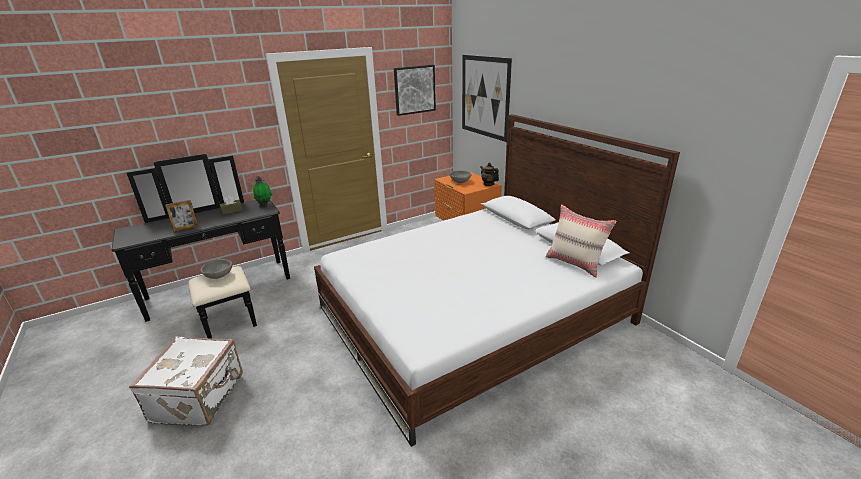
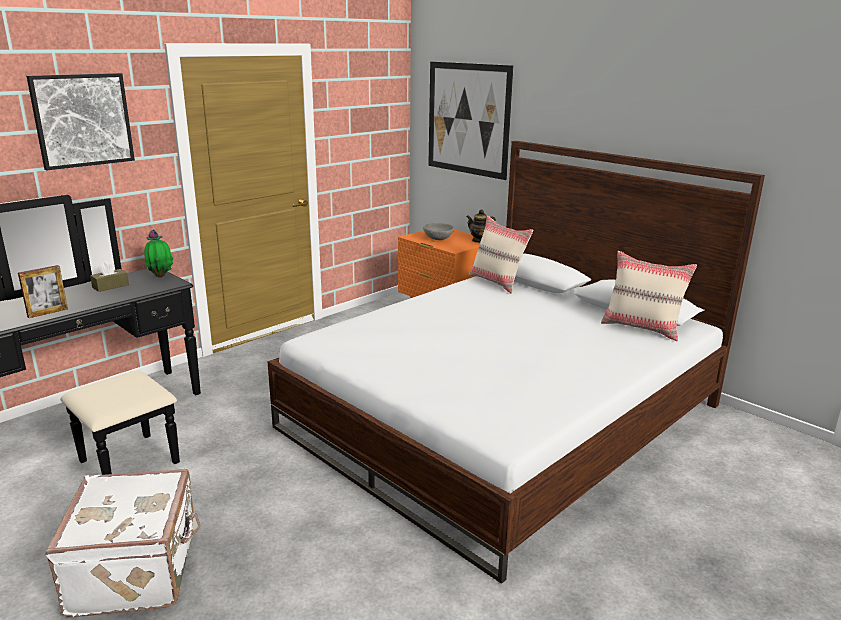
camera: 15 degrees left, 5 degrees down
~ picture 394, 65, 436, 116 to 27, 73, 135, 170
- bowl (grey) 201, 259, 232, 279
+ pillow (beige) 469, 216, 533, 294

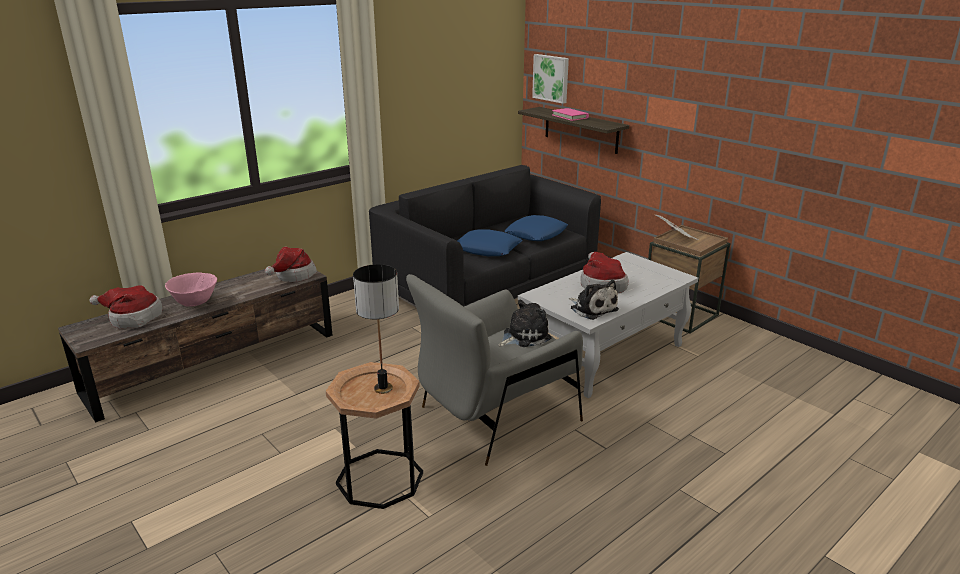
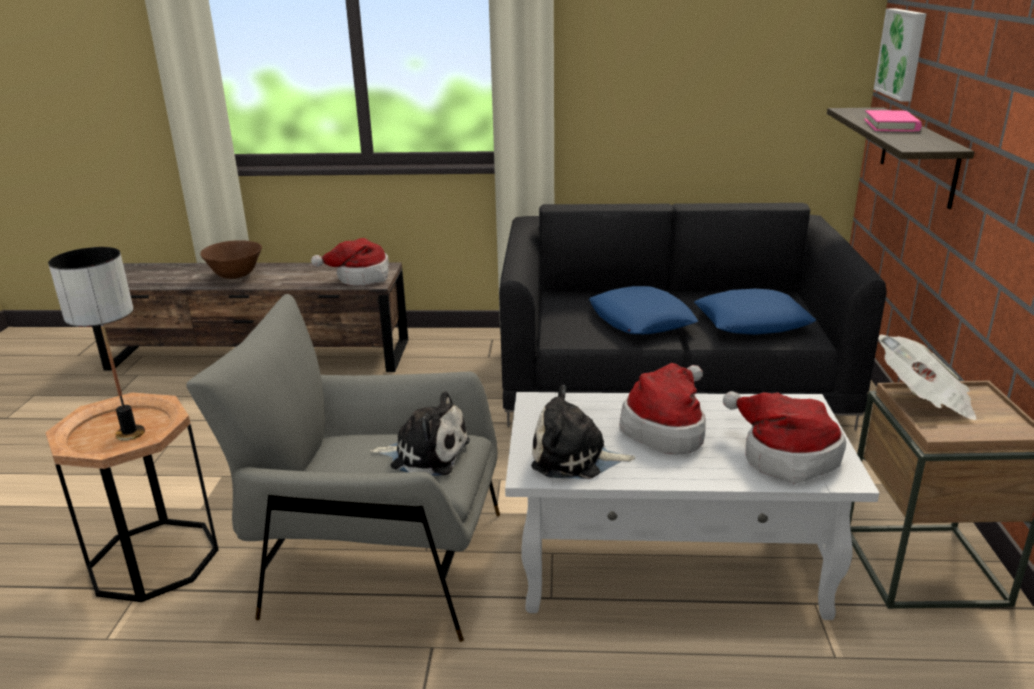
camera: 45 degrees right, 0 degrees up
~ bowl (pink) 165, 273, 217, 307 to bowl (brown) 200, 240, 262, 279
~ plush toy 569, 280, 619, 320 = 531, 385, 635, 479 90 degrees clockwise
~ hat 90, 285, 162, 329 to 723, 391, 846, 484

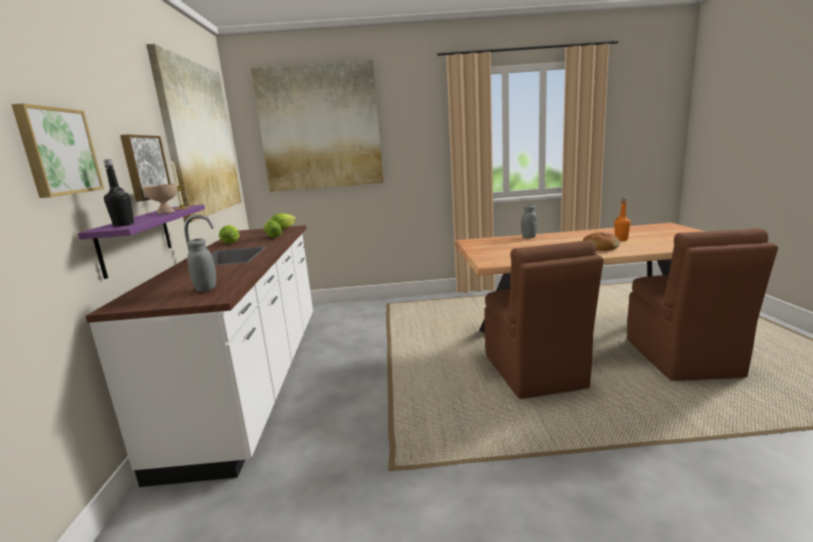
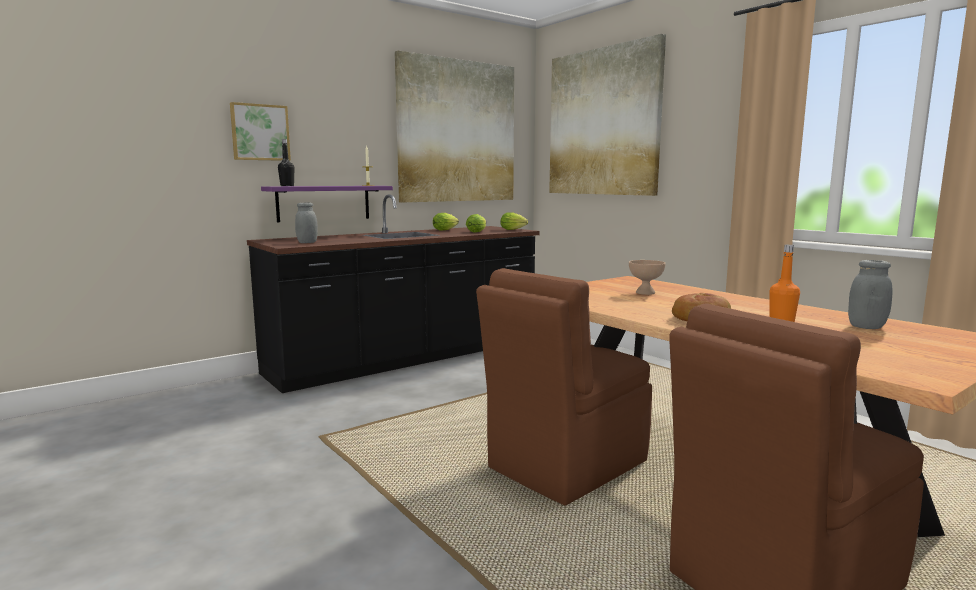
camera: 55 degrees right, 5 degrees down
- picture 120, 134, 171, 202
~ bowl (beige) 142, 184, 178, 214 to 629, 260, 666, 295
~ jar (grey) 521, 205, 537, 238 to 848, 260, 892, 329
~ counter (white) 86, 215, 313, 487 to counter (black) 247, 194, 540, 393

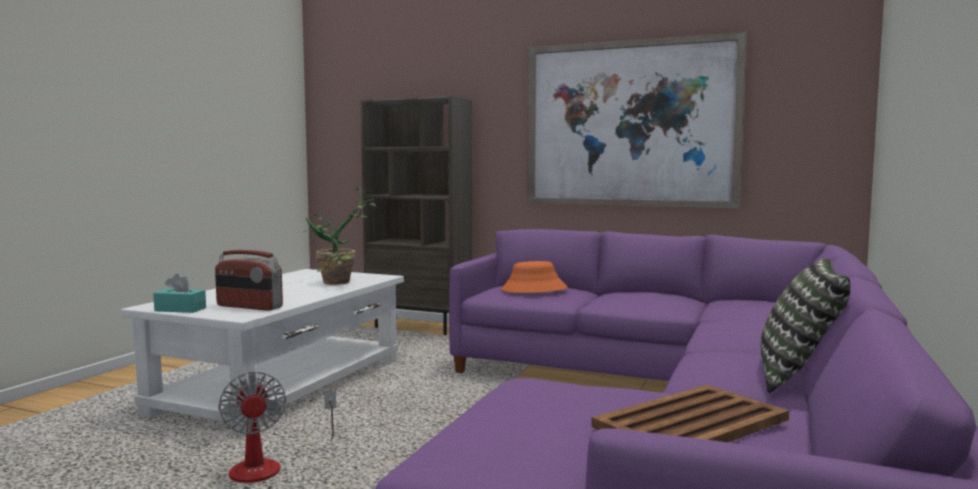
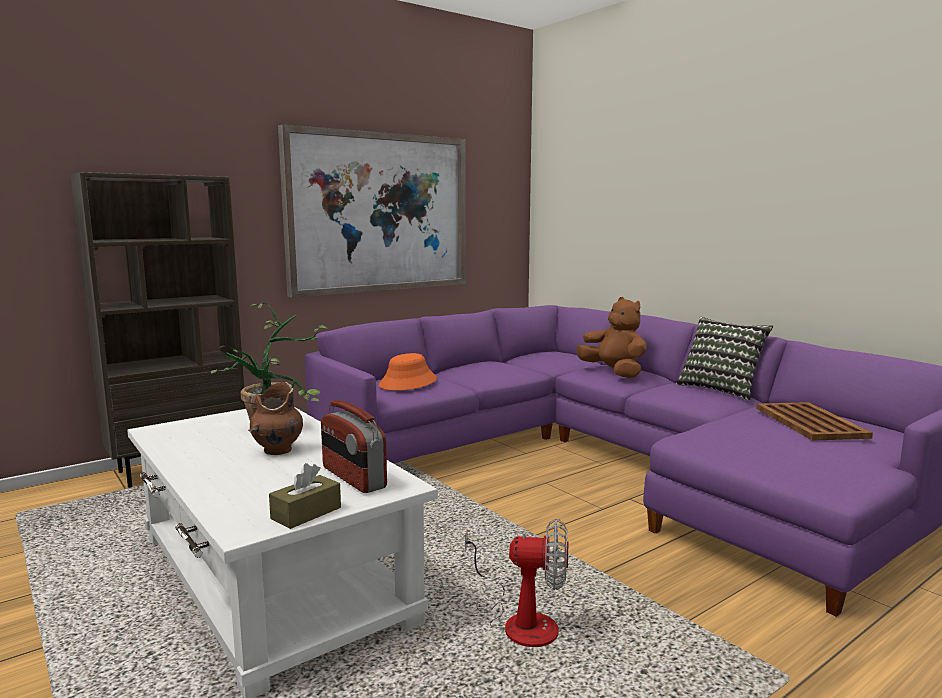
camera: 60 degrees left, 5 degrees up
~ radio 215, 250, 283, 311 = 321, 400, 387, 493 90 degrees clockwise
~ tissue box (turquoise) 153, 274, 206, 313 to tissue box (brown) 269, 463, 341, 529
+ plush toy (brown) 577, 297, 647, 378
+ vase (brown) 248, 382, 303, 455

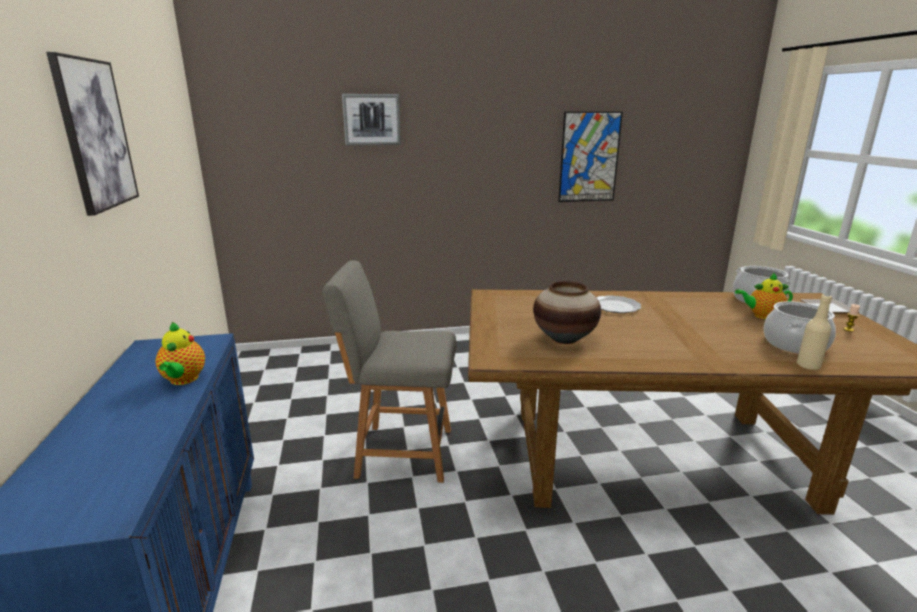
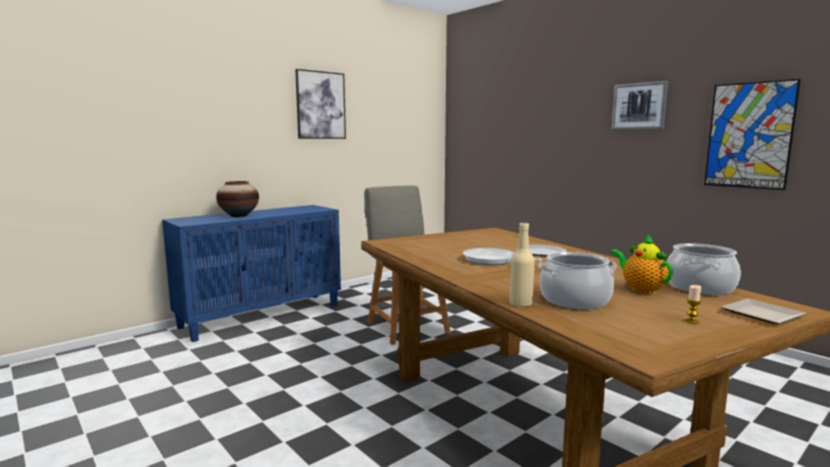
camera: 60 degrees right, 10 degrees down
~ picture 342, 94, 401, 146 to 612, 81, 668, 130
~ vase 533, 281, 601, 344 to 216, 181, 259, 217
- teapot 155, 322, 205, 385
+ frying pan 463, 248, 542, 265

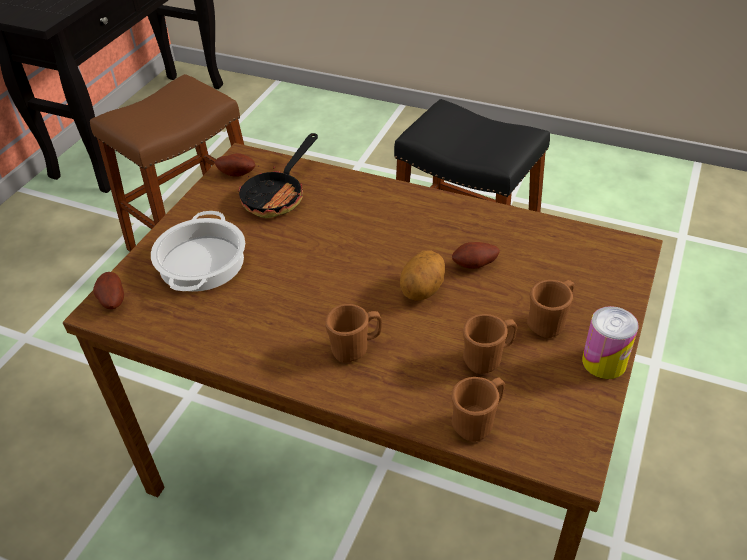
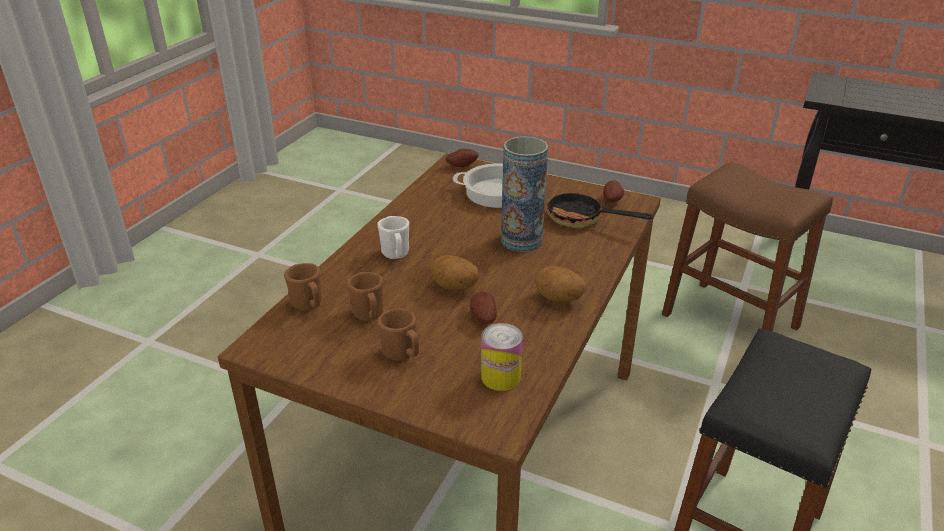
camera: 90 degrees right, 10 degrees down
~ mug (brown) 325, 304, 382, 363 to mug (white) 377, 216, 409, 259
~ can 582, 306, 639, 379 to 481, 323, 523, 391
+ vase 501, 136, 548, 252
+ potato 535, 266, 587, 303

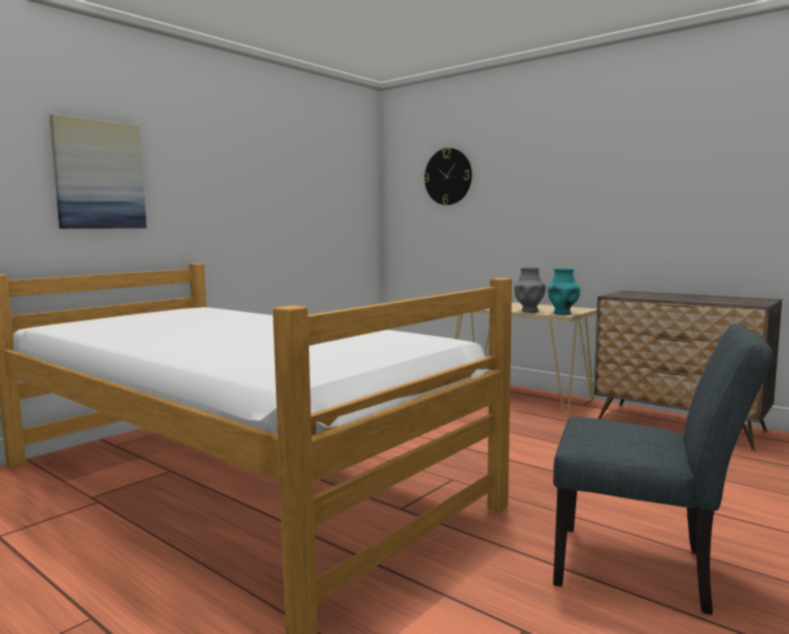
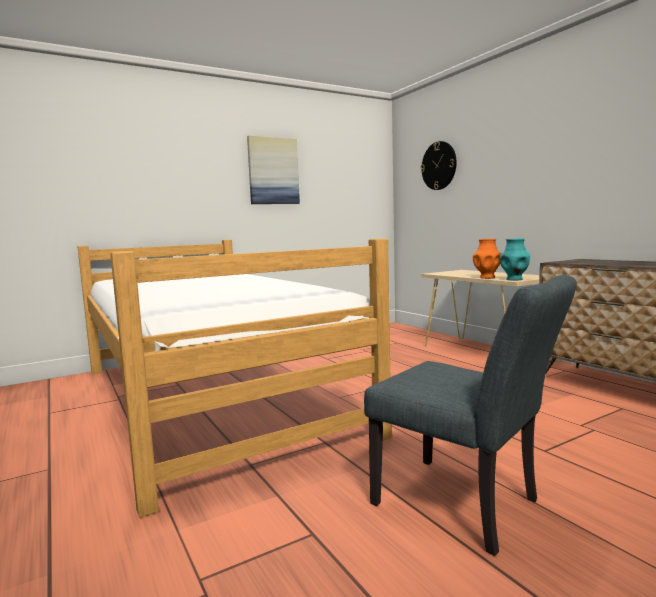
camera: 20 degrees right, 0 degrees up
~ picture 49, 114, 147, 229 to 247, 135, 300, 204
~ vase (grey) 514, 267, 546, 313 to vase (orange) 473, 239, 501, 279

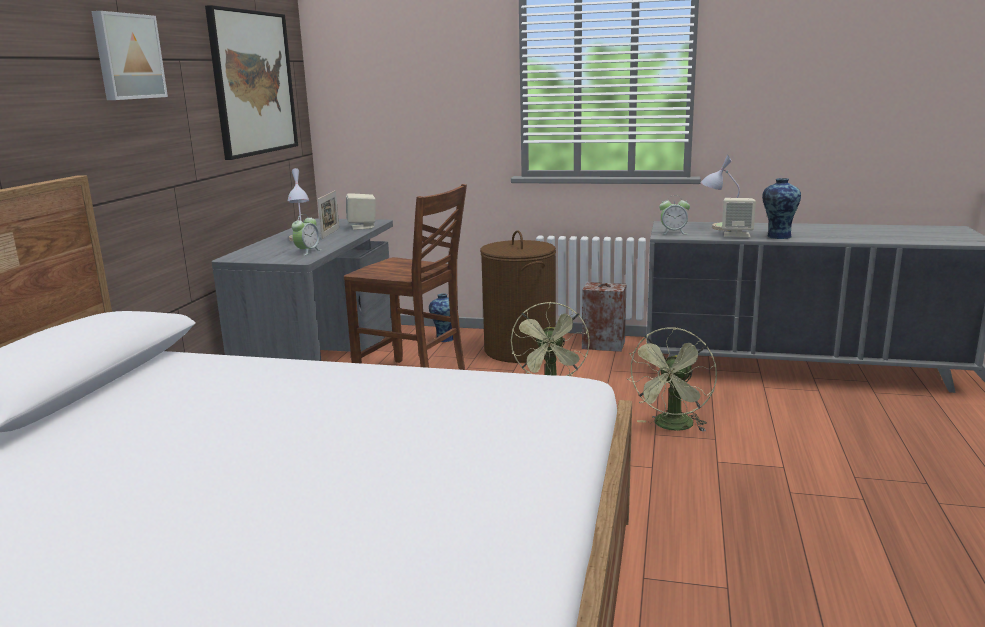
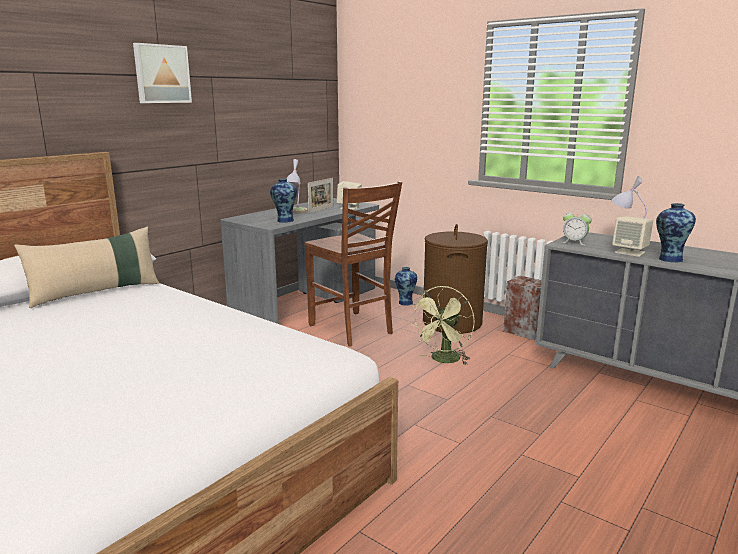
camera: 25 degrees right, 0 degrees up
- picture 205, 5, 298, 160
~ alarm clock 292, 214, 321, 255 to vase 270, 178, 297, 223
- fan (green) 628, 327, 717, 432
+ pillow (beige) 14, 227, 159, 308

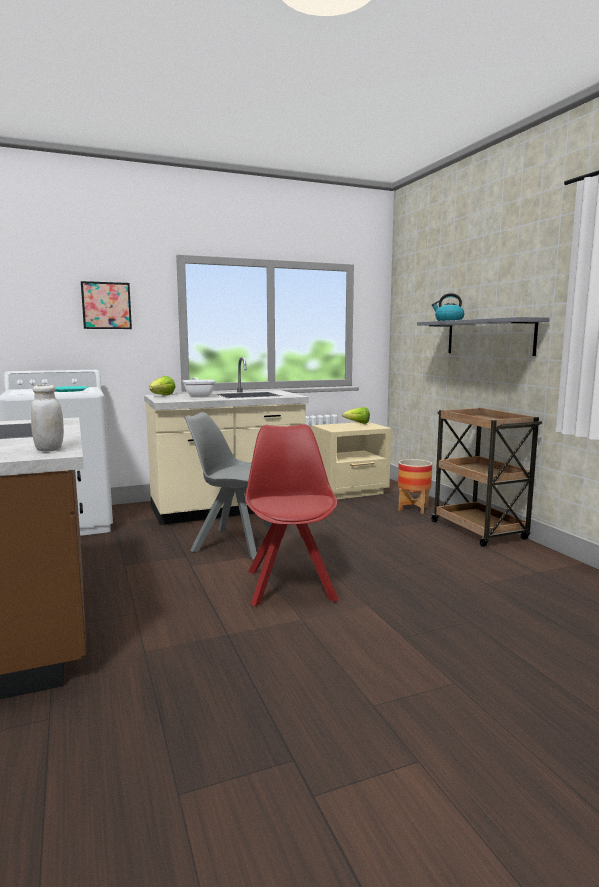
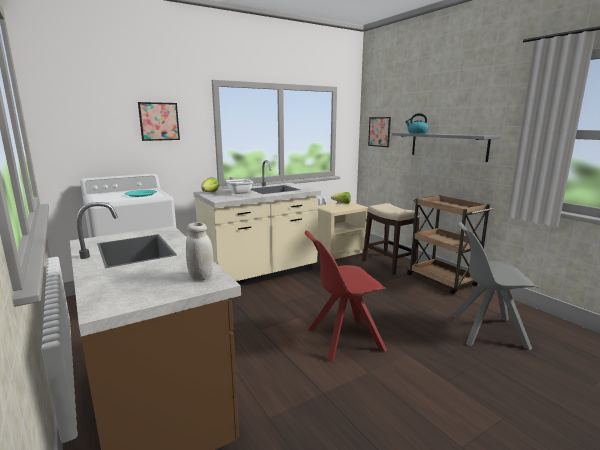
camera: 10 degrees left, 5 degrees up
~ chair (grey) 184, 412, 272, 559 to 452, 222, 539, 350
~ chair (red) 245, 424, 339, 607 = 305, 230, 387, 362 90 degrees counterclockwise
~ planter 398, 459, 432, 514 to stool 363, 203, 420, 275
+ picture 368, 117, 391, 147

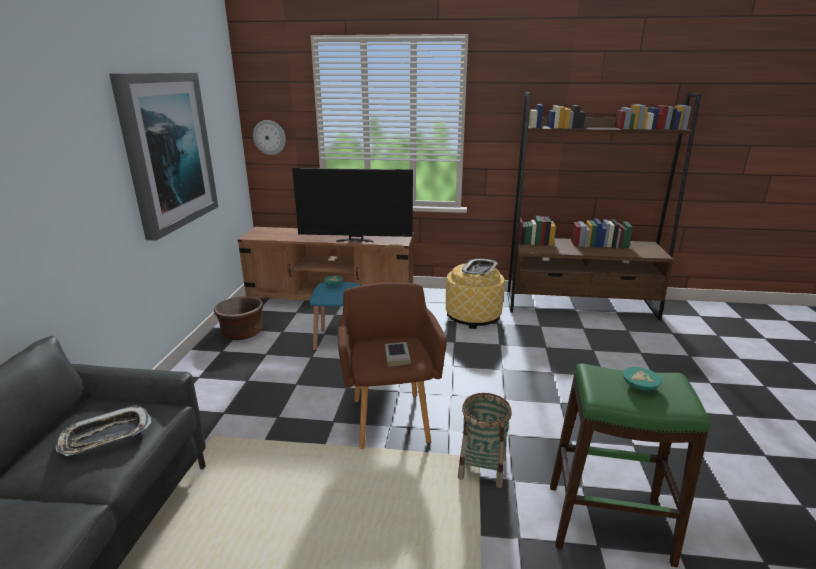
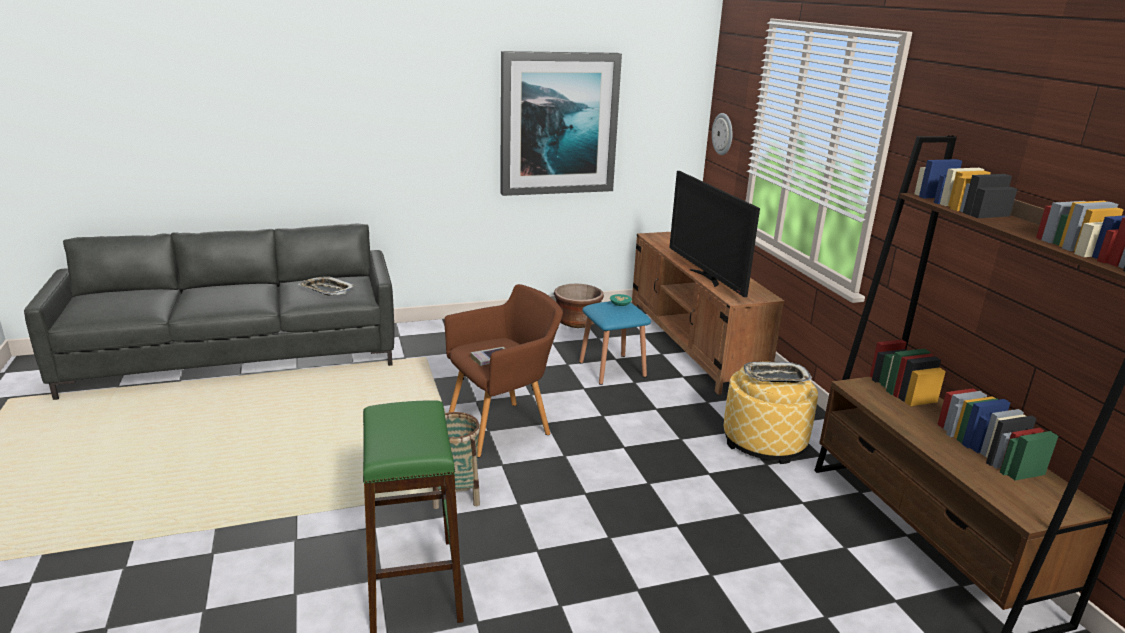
camera: 65 degrees right, 0 degrees up
- bowl (turquoise) 623, 367, 662, 391

